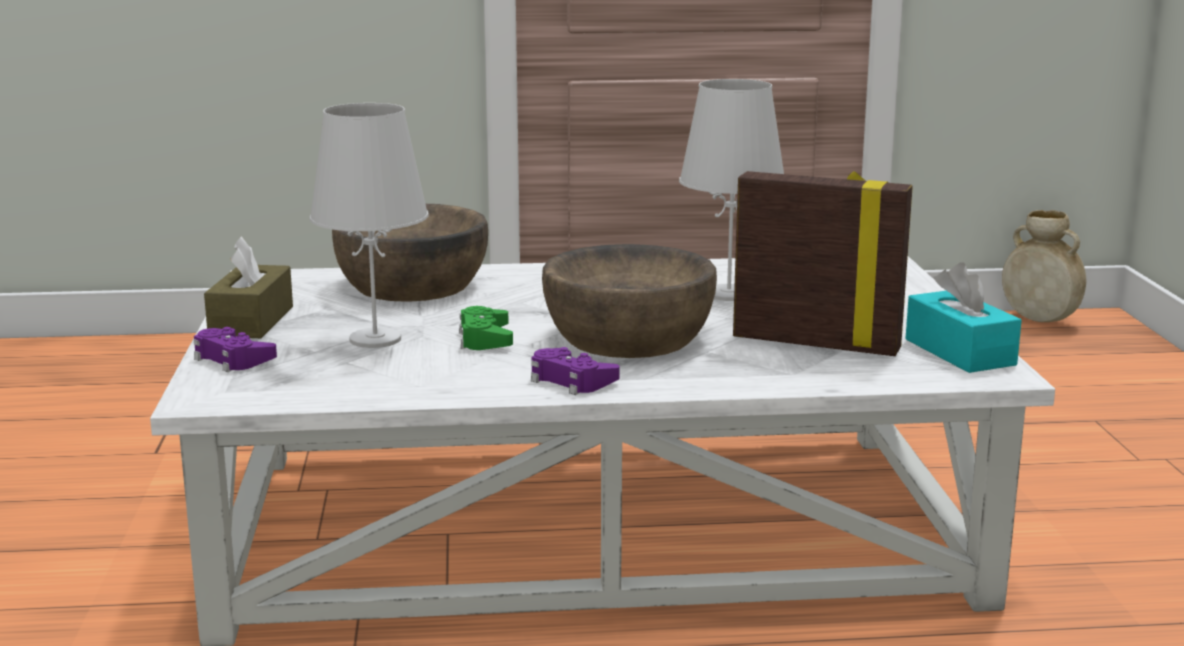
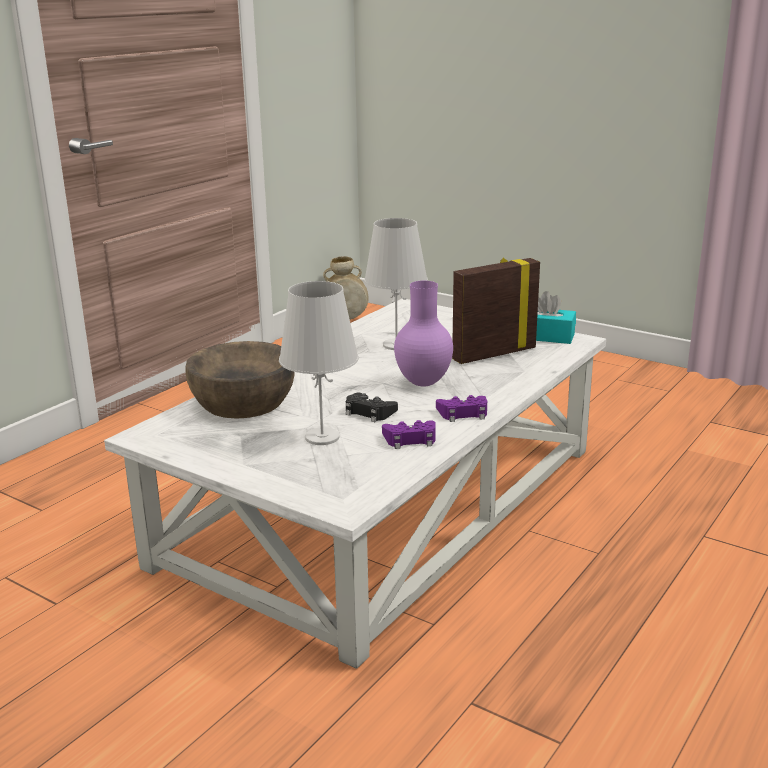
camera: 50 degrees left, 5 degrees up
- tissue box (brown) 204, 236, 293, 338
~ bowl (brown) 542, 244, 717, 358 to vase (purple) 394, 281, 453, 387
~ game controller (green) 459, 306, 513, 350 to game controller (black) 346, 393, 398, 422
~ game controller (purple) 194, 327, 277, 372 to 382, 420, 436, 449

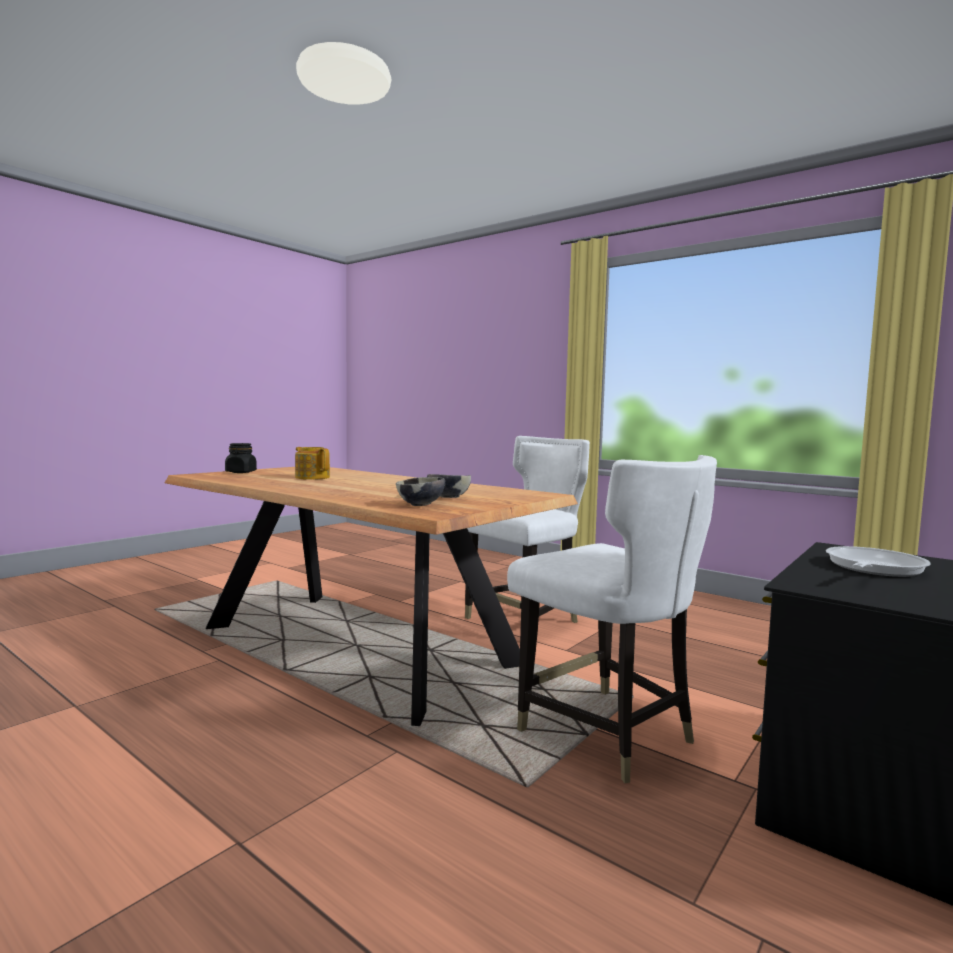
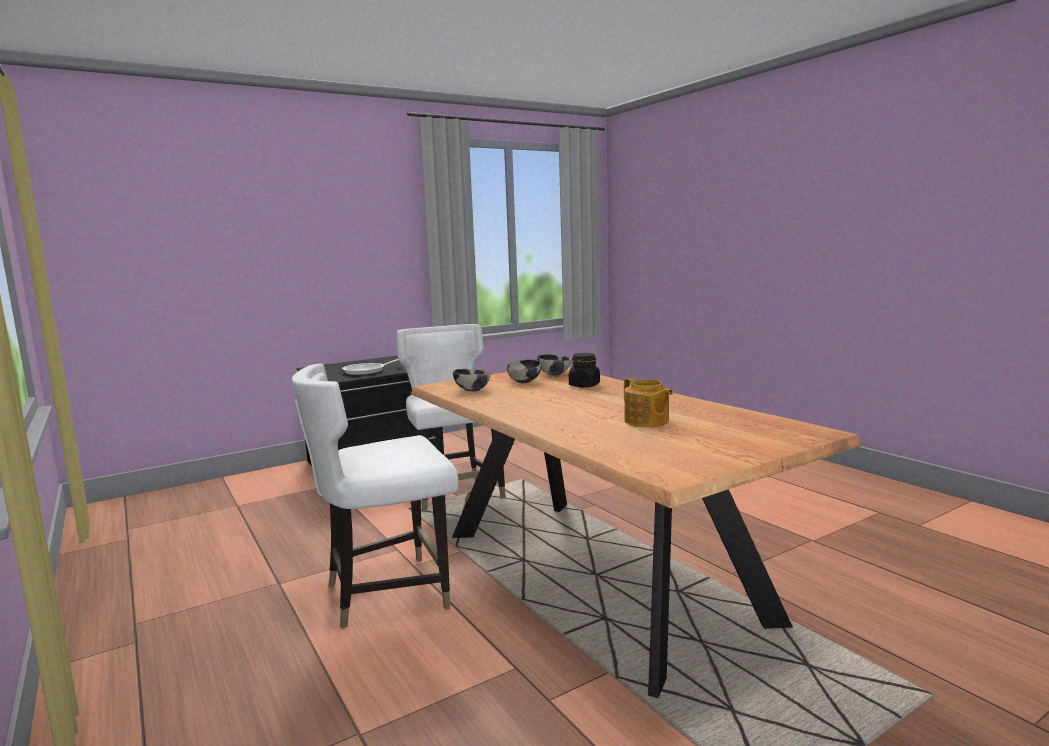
camera: 160 degrees left, 5 degrees up
~ jar (black) 225, 443, 257, 473 to 569, 353, 600, 387
+ bowl 453, 369, 491, 391

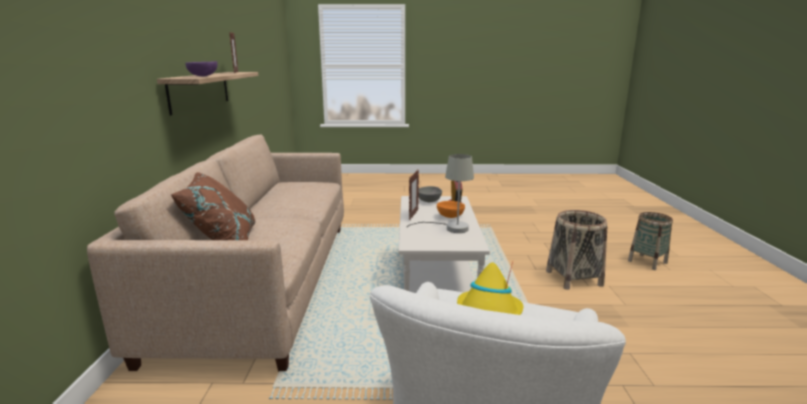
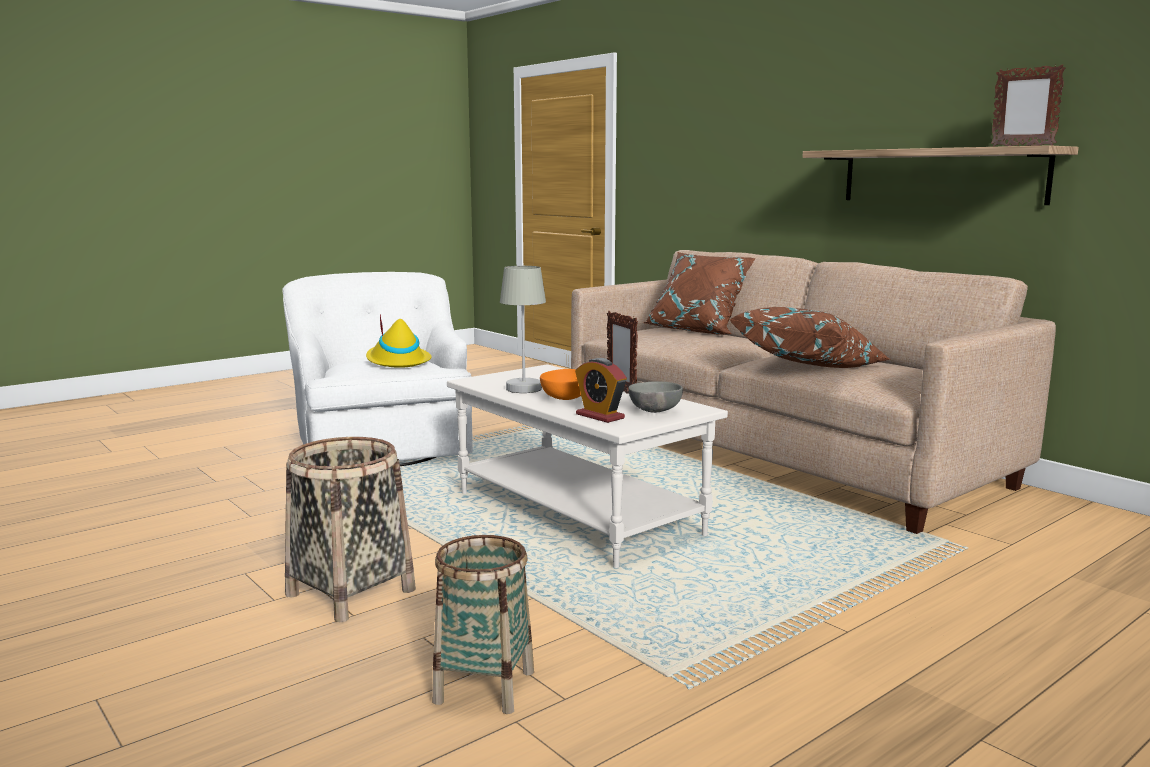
camera: 140 degrees right, 5 degrees down
- bowl (purple) 185, 61, 217, 76
~ basket 628, 212, 673, 270 to 432, 535, 534, 714
+ pillow (brown) 729, 307, 891, 368

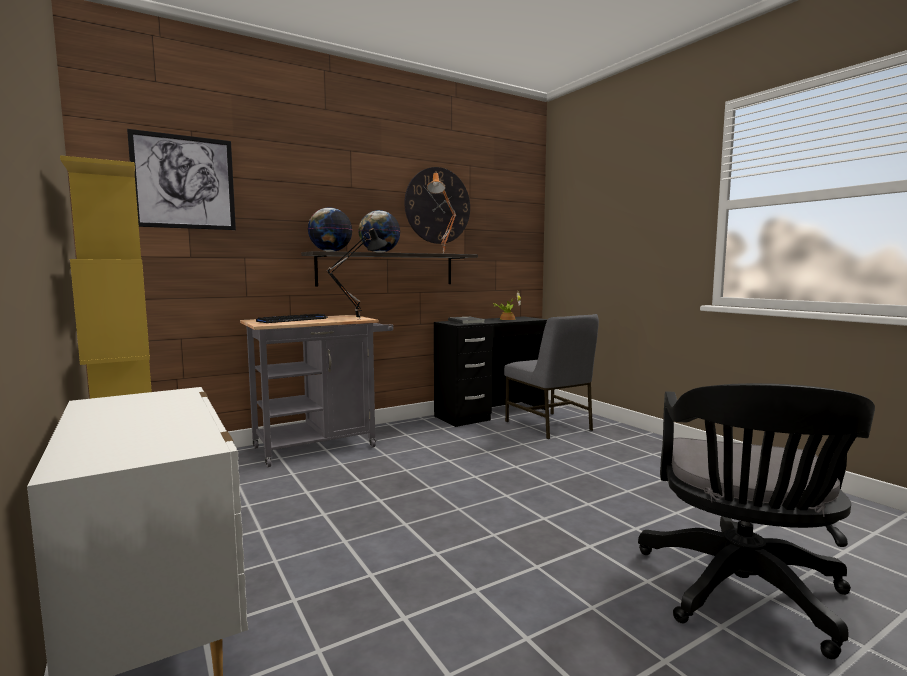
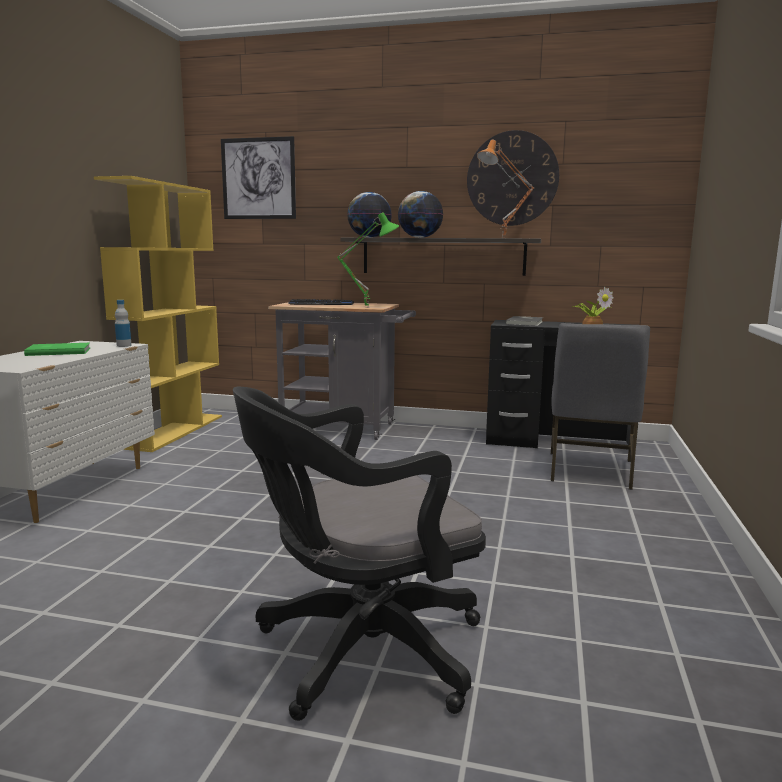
camera: 45 degrees right, 5 degrees up
~ table lamp (black) 326, 228, 387, 320 to table lamp (green) 337, 212, 399, 306
+ bottle 115, 300, 132, 347
+ book (green) 24, 343, 90, 356

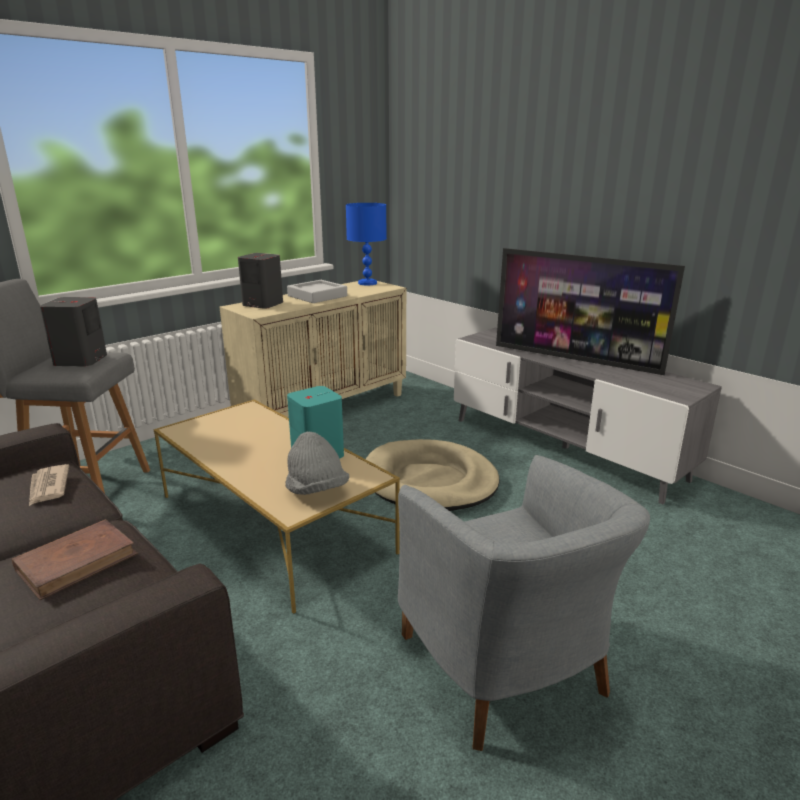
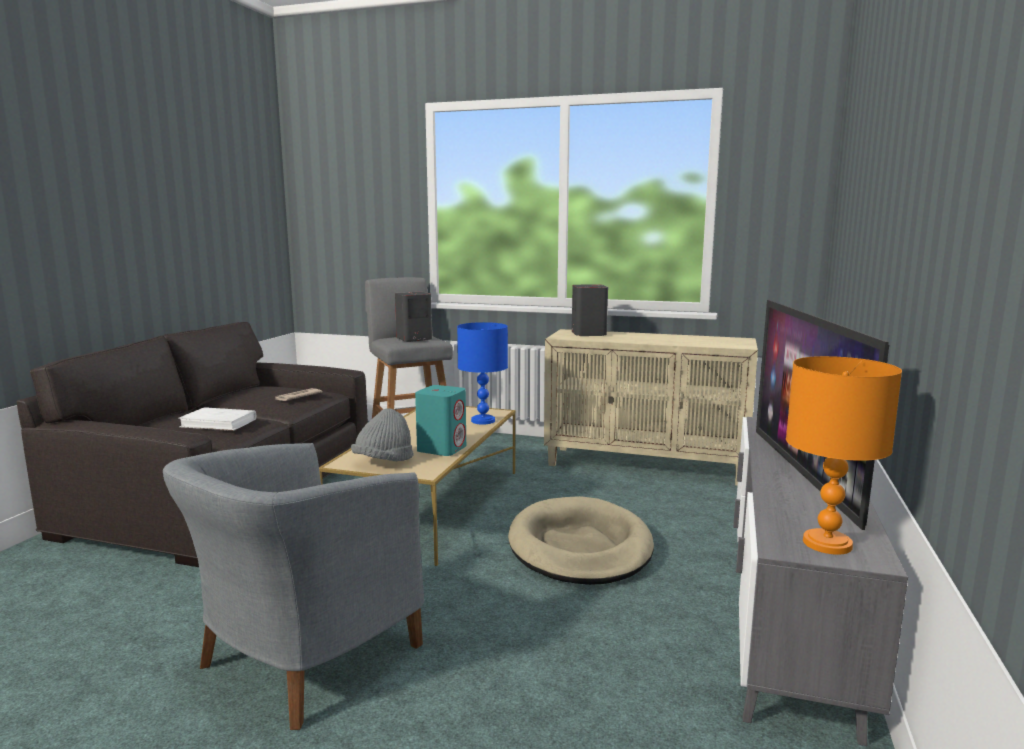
camera: 60 degrees right, 10 degrees down
~ table lamp (blue) 346, 203, 387, 285 to 457, 322, 508, 425
- tray (grey) 287, 280, 347, 303
~ book (brown) 12, 519, 138, 600 to book (white) 178, 407, 256, 431
+ table lamp (orange) 786, 356, 902, 555

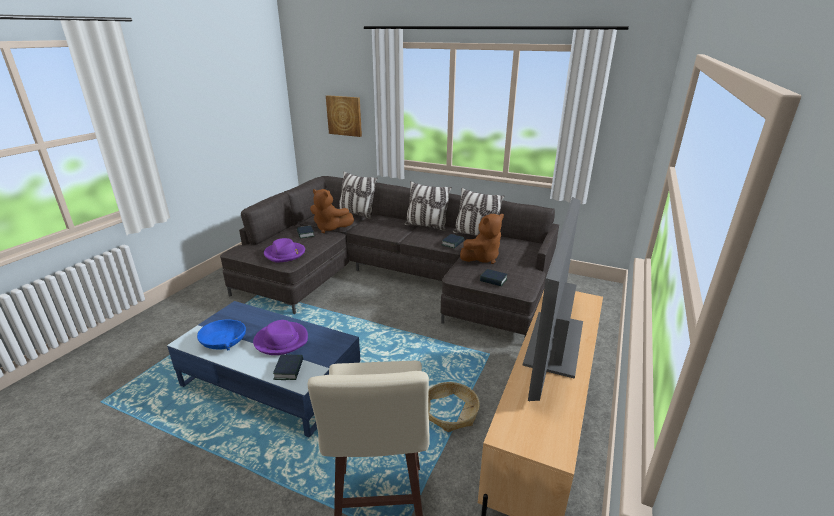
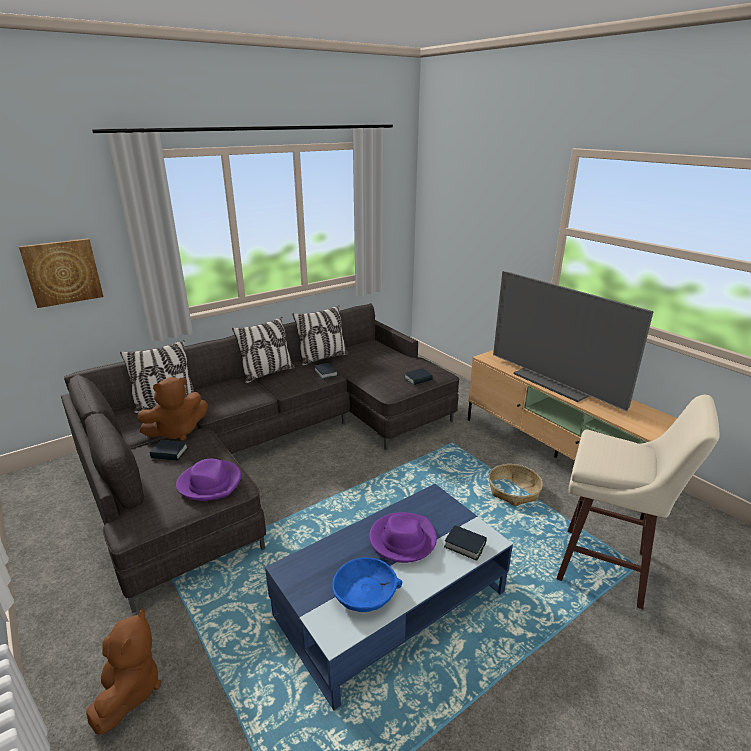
camera: 60 degrees left, 0 degrees up
~ plush toy (brown) 460, 214, 504, 264 to 86, 608, 161, 735

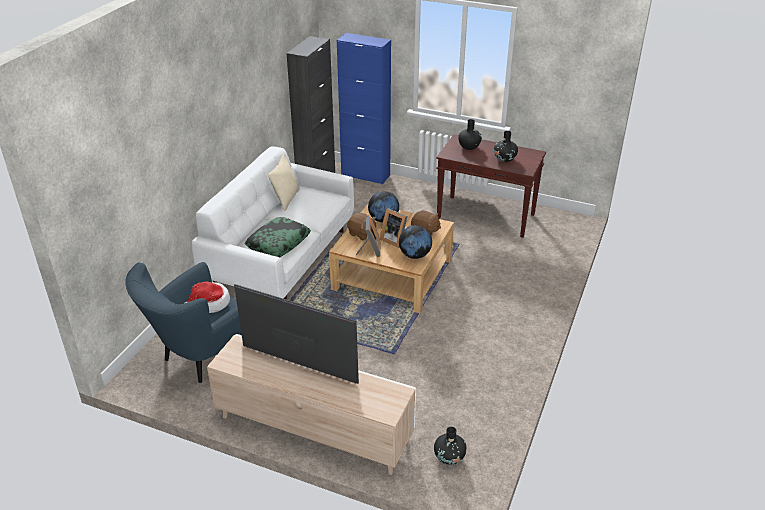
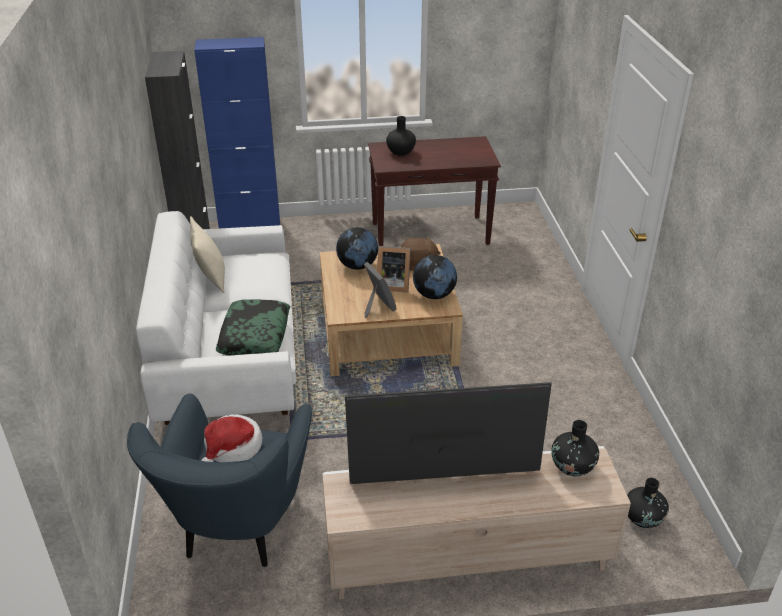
camera: 30 degrees left, 0 degrees up
~ vase (black) 494, 131, 518, 162 to 551, 420, 599, 476
- plush toy (brown) 347, 213, 376, 240

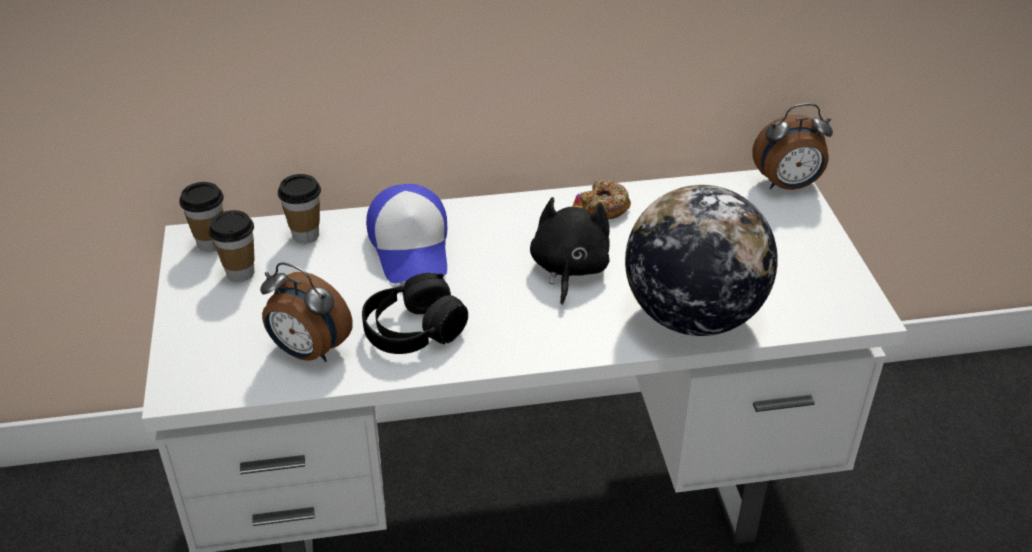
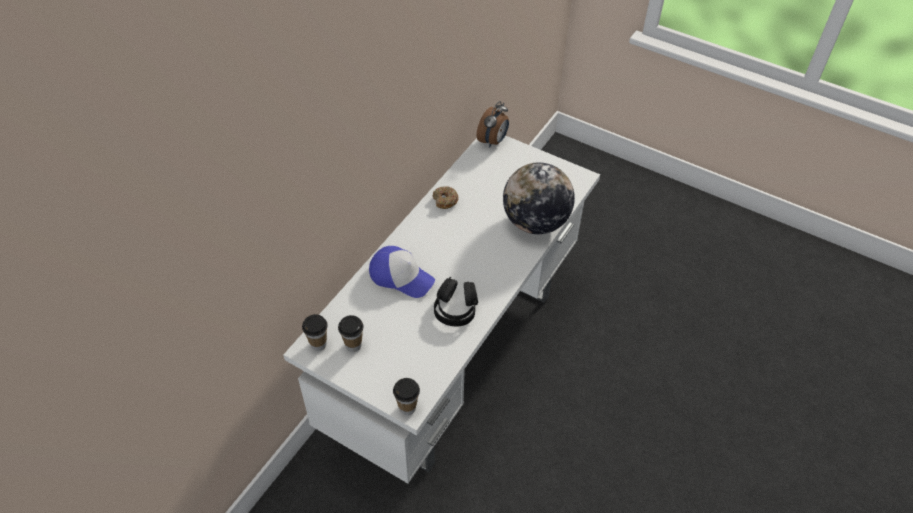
camera: 50 degrees left, 10 degrees up
~ cup 278, 174, 321, 243 to 393, 378, 420, 415
- plush toy (black) 530, 193, 610, 305
- alarm clock 260, 262, 353, 362

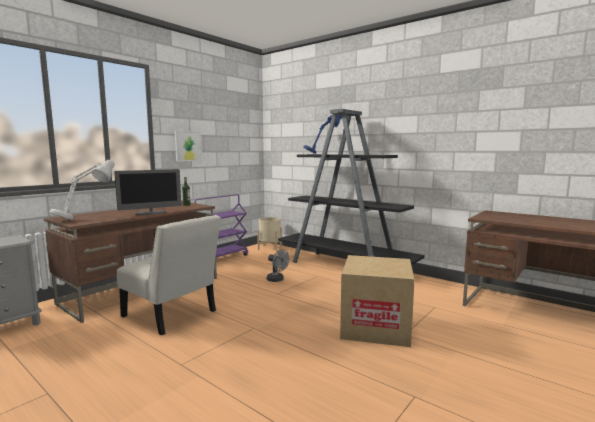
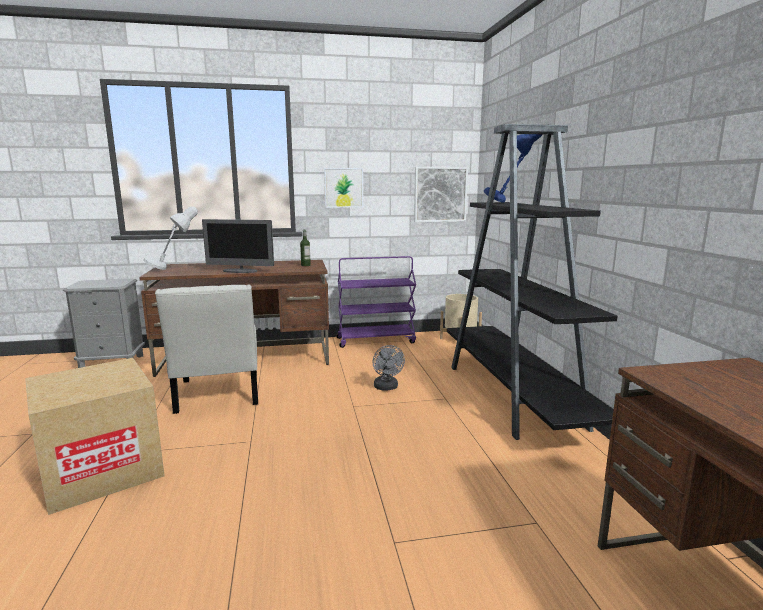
camera: 40 degrees right, 5 degrees up
~ cardboard box 340, 255, 414, 347 to 25, 358, 165, 515
+ picture 414, 167, 468, 222

